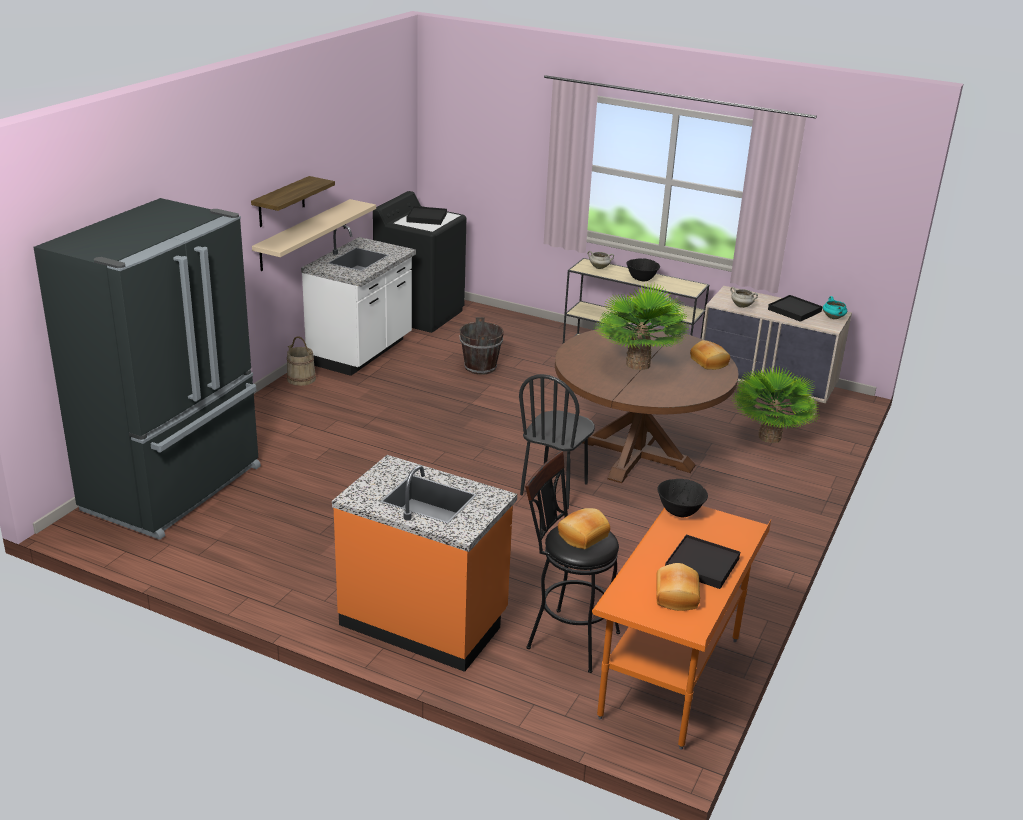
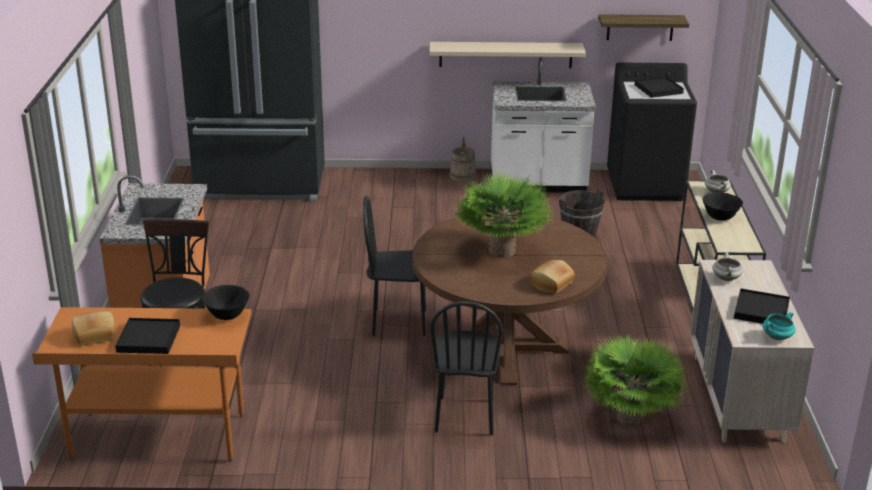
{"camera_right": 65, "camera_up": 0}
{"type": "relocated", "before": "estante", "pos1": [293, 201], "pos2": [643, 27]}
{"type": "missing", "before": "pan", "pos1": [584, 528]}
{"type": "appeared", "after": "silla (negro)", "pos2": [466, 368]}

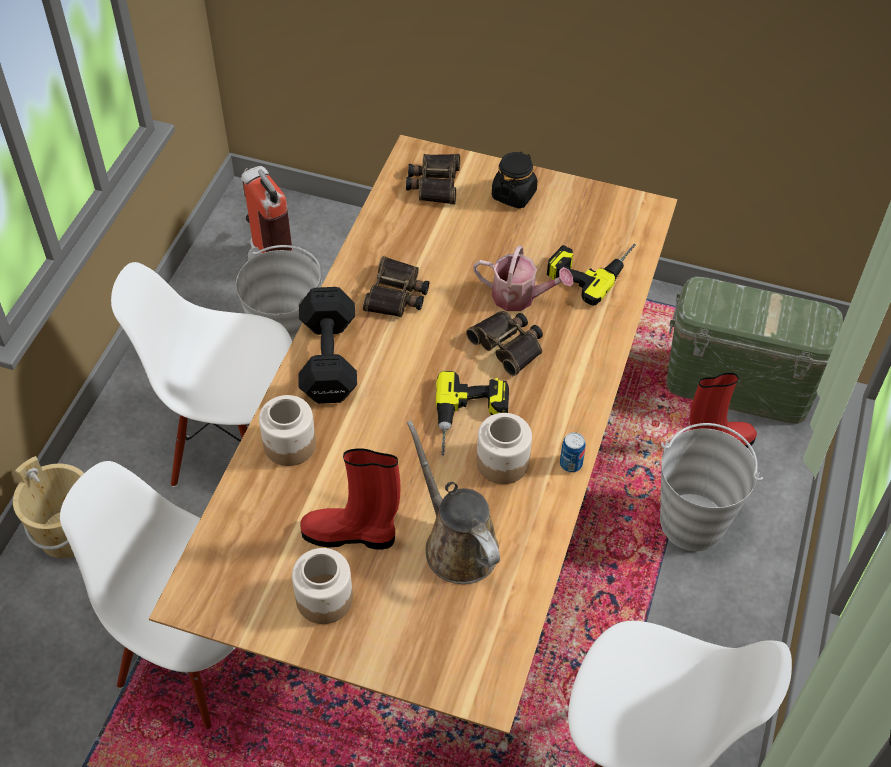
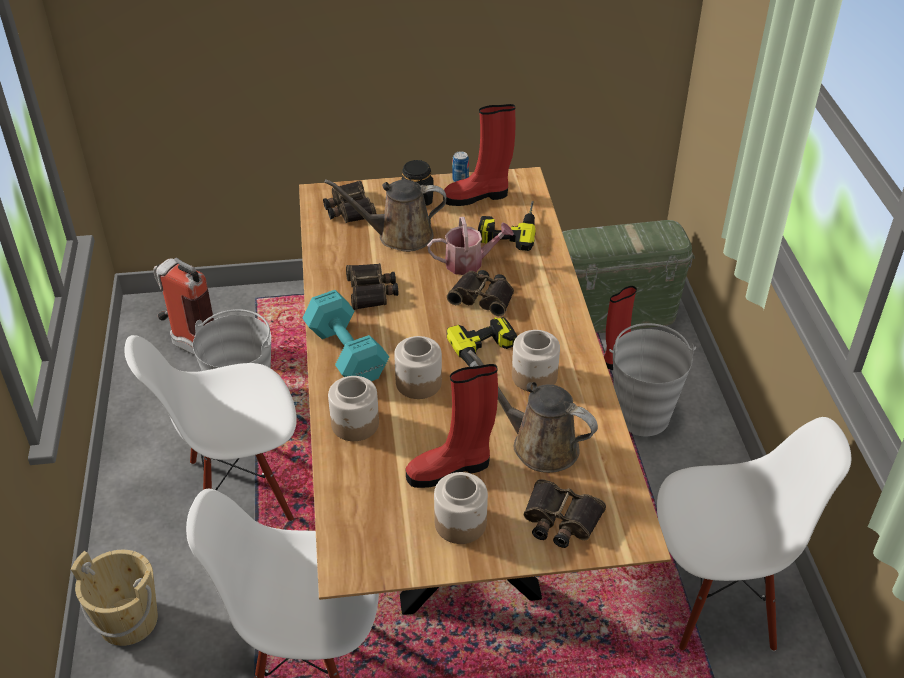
{"camera_right": -25, "camera_up": -10}
{"type": "colour", "before": "mancuerna (negro)", "after": "mancuerna (turquesa)", "pos1": [328, 345], "pos2": [346, 335]}
{"type": "relocated", "before": "lata", "pos1": [573, 452], "pos2": [460, 166]}
{"type": "appeared", "after": "regadera (marrón)", "pos2": [385, 215]}
{"type": "appeared", "after": "tarro", "pos2": [418, 367]}
{"type": "appeared", "after": "bota (rojo)", "pos2": [479, 155]}
{"type": "appeared", "after": "prismáticos", "pos2": [565, 513]}

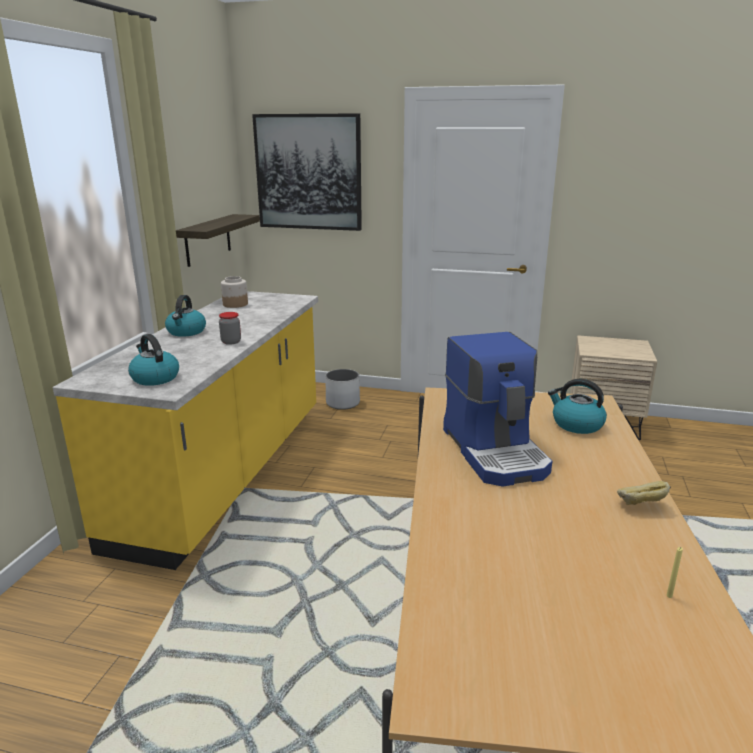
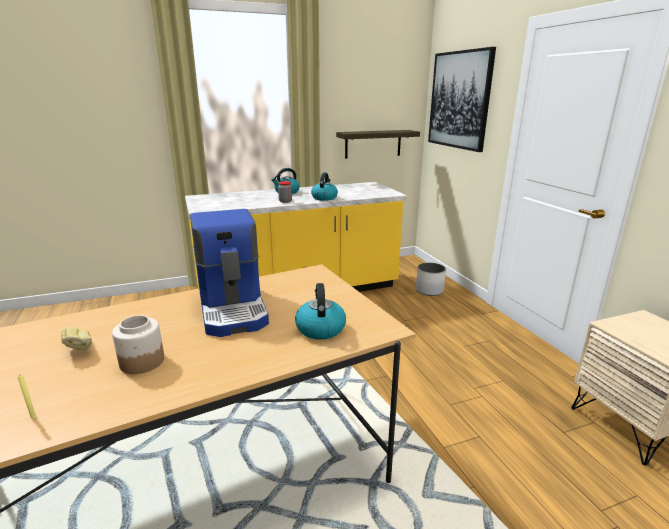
{"camera_right": 55, "camera_up": 0}
{"type": "relocated", "before": "hervidor", "pos1": [153, 360], "pos2": [324, 187]}
{"type": "relocated", "before": "tarro", "pos1": [234, 292], "pos2": [138, 344]}
{"type": "spun", "before": "cafetera", "pos1": [497, 409], "pos2": [229, 273], "turn": -60}
{"type": "relocated", "before": "pan", "pos1": [644, 493], "pos2": [76, 339]}

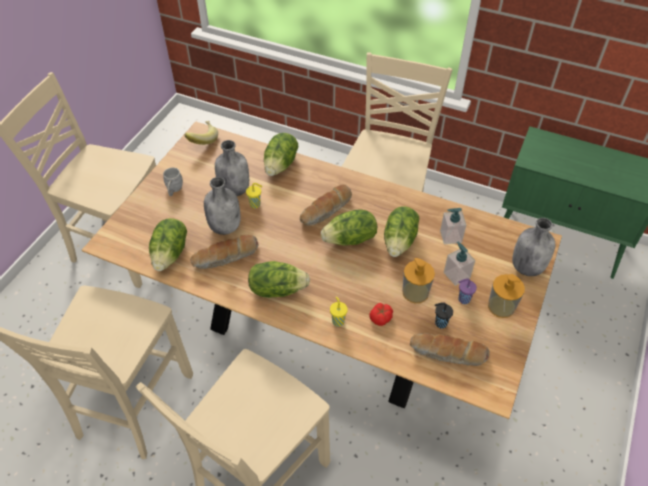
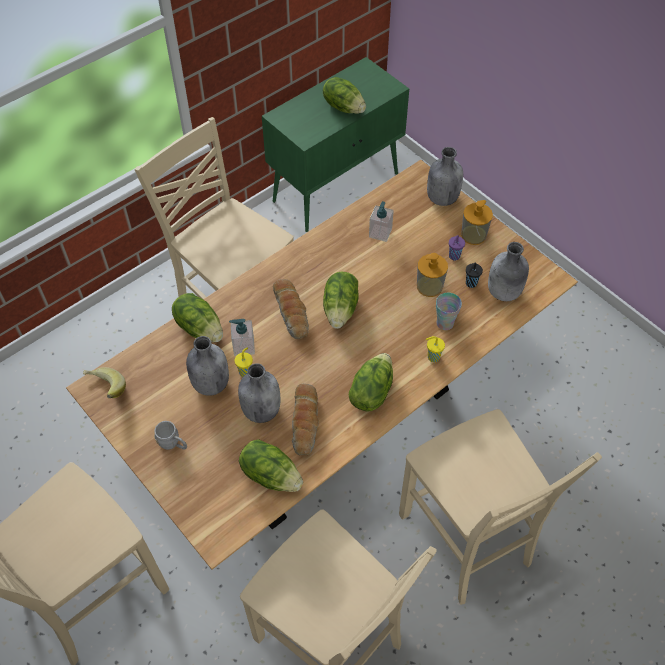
{"camera_right": -65, "camera_up": 5}
{"type": "exchanged", "before": "tomate", "after": "taza", "pos1": [381, 314], "pos2": [449, 311]}
{"type": "relocated", "before": "lechuga", "pos1": [401, 231], "pos2": [344, 95]}
{"type": "exchanged", "before": "pan", "after": "botella (gris)", "pos1": [450, 349], "pos2": [508, 271]}
{"type": "relocated", "before": "dispensador de jabón", "pos1": [459, 264], "pos2": [242, 337]}

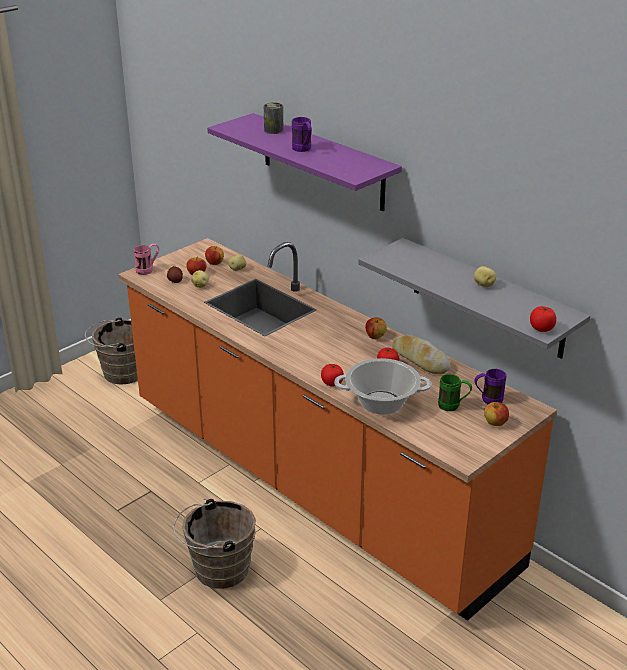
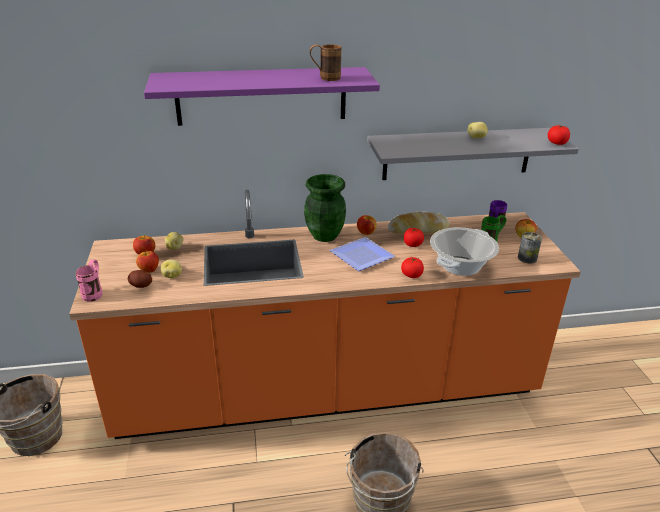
{"camera_right": -55, "camera_up": 0}
{"type": "relocated", "before": "lata", "pos1": [274, 118], "pos2": [530, 247]}
{"type": "missing", "before": "taza grande (morado)", "pos1": [302, 134]}
{"type": "appeared", "after": "florero (verde)", "pos2": [325, 208]}
{"type": "appeared", "after": "taza grande (marrón)", "pos2": [326, 62]}
{"type": "appeared", "after": "plato", "pos2": [362, 254]}

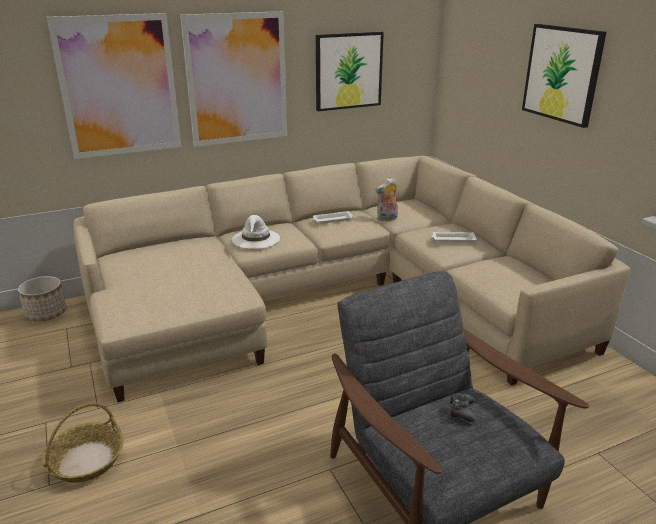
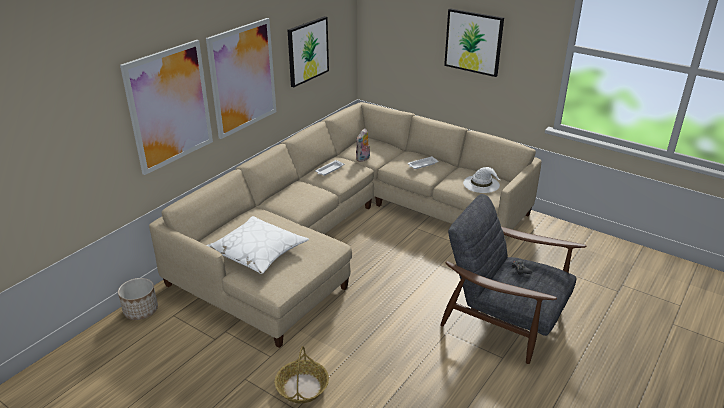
{"camera_right": -30, "camera_up": 5}
{"type": "relocated", "before": "sombrero (blanco)", "pos1": [256, 232], "pos2": [481, 180]}
{"type": "appeared", "after": "cojín (blanco)", "pos2": [258, 245]}

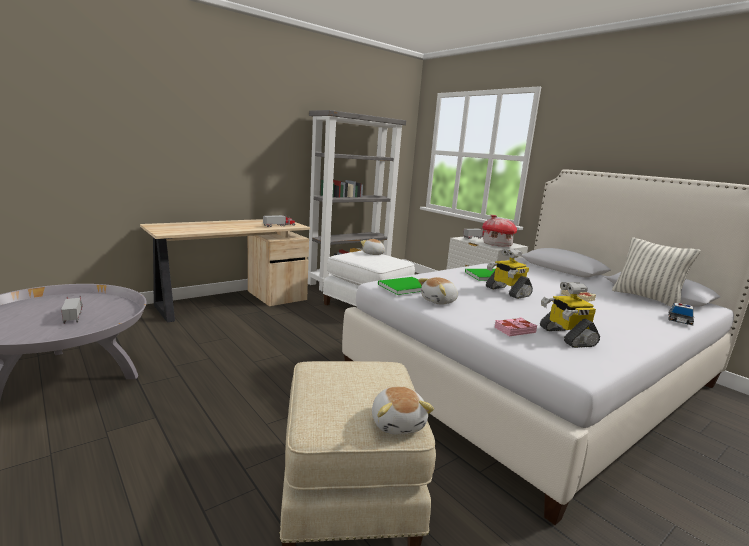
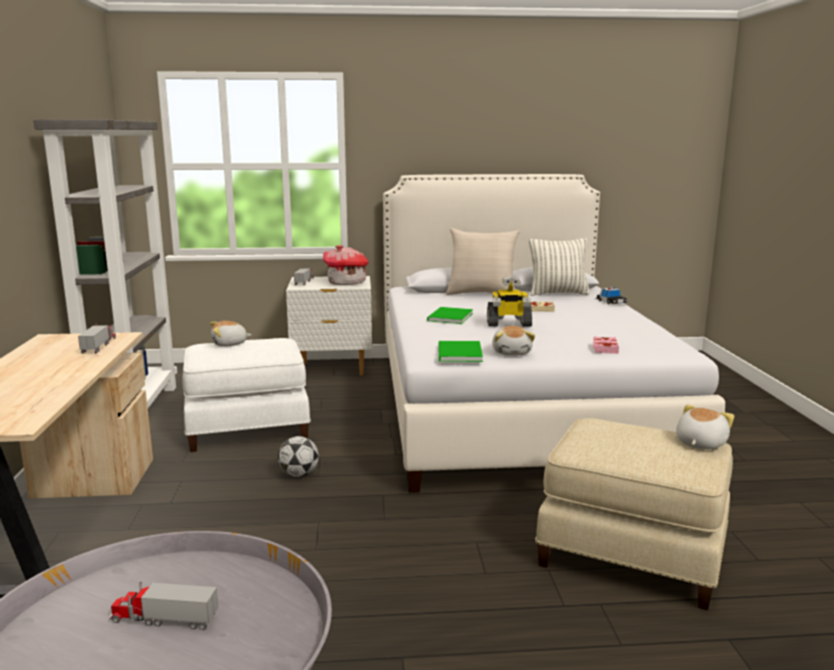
{"camera_right": -55, "camera_up": 0}
{"type": "spun", "before": "peluche", "pos1": [403, 410], "pos2": [705, 427], "turn": -75}
{"type": "missing", "before": "robot de juguete", "pos1": [570, 315]}
{"type": "appeared", "after": "balón de fútbol", "pos2": [298, 456]}
{"type": "appeared", "after": "cojín (beis)", "pos2": [483, 261]}

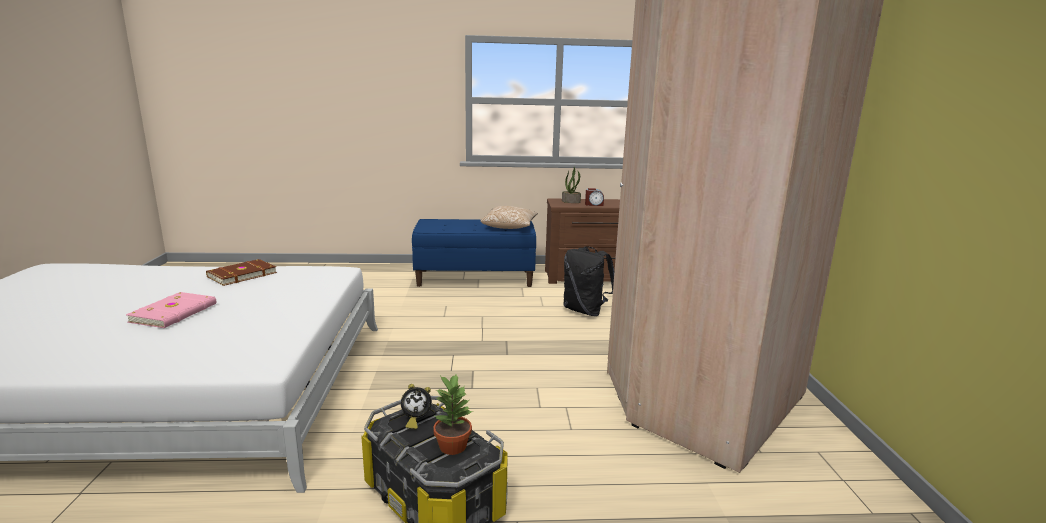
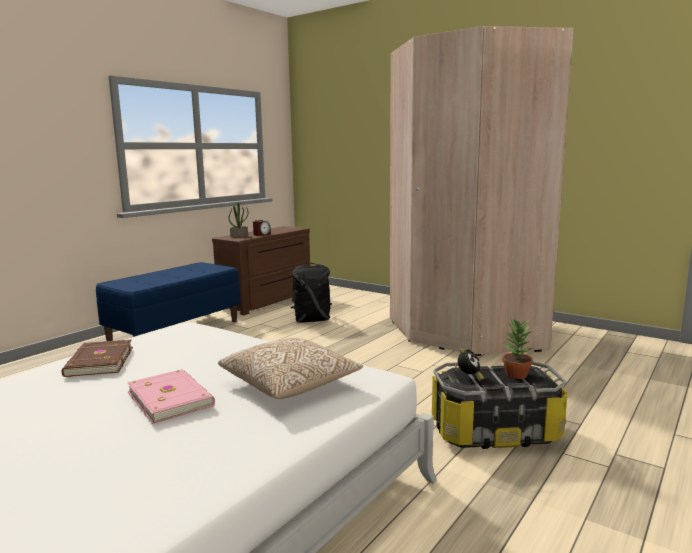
{"camera_right": -50, "camera_up": -5}
{"type": "relocated", "before": "cojín", "pos1": [509, 217], "pos2": [290, 368]}

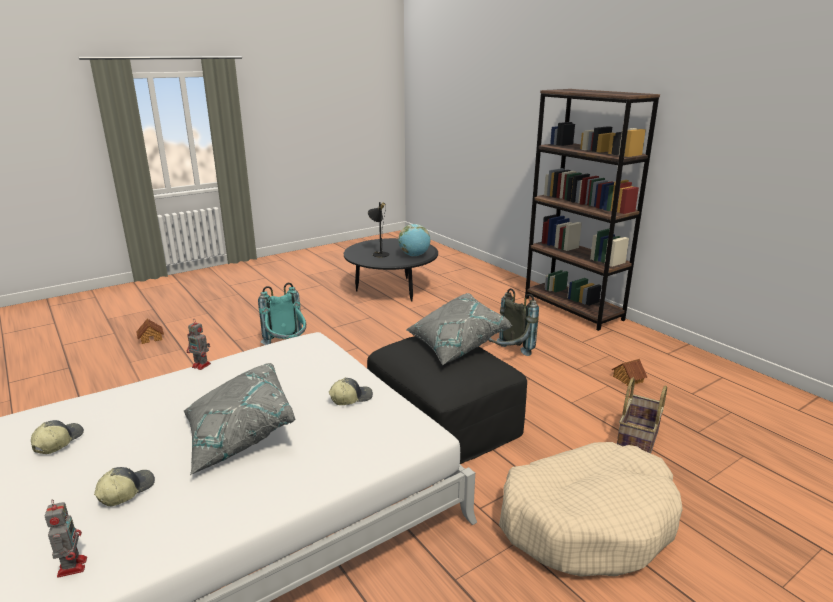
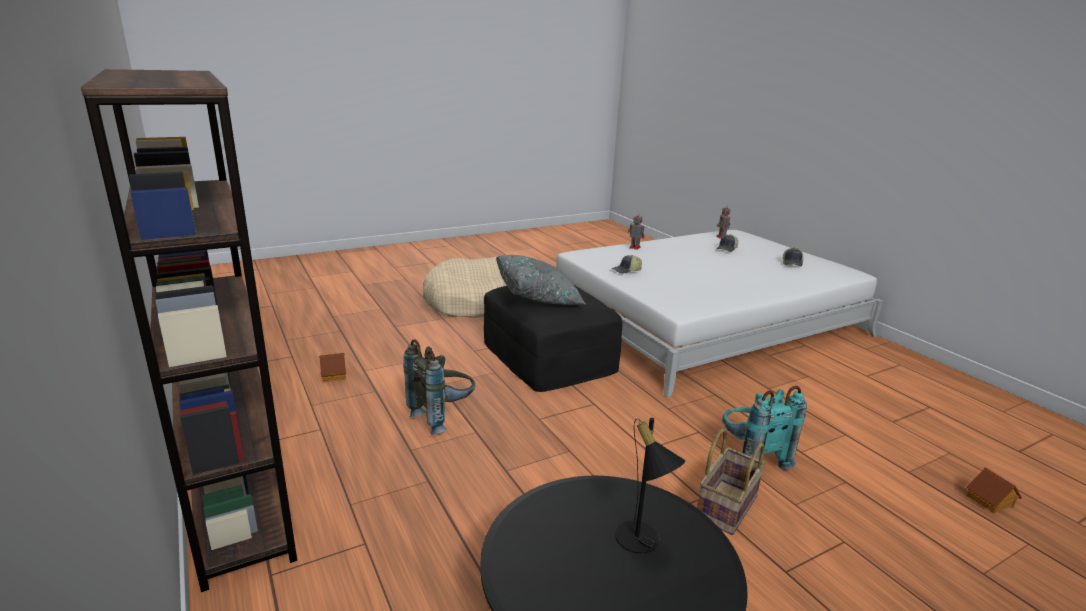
{"camera_right": -175, "camera_up": 0}
{"type": "missing", "before": "cojín (gris)", "pos1": [240, 419]}
{"type": "relocated", "before": "robot de juguete", "pos1": [199, 344], "pos2": [636, 231]}
{"type": "missing", "before": "globo terráqueo", "pos1": [414, 240]}
{"type": "relocated", "before": "cesta", "pos1": [642, 415], "pos2": [731, 481]}

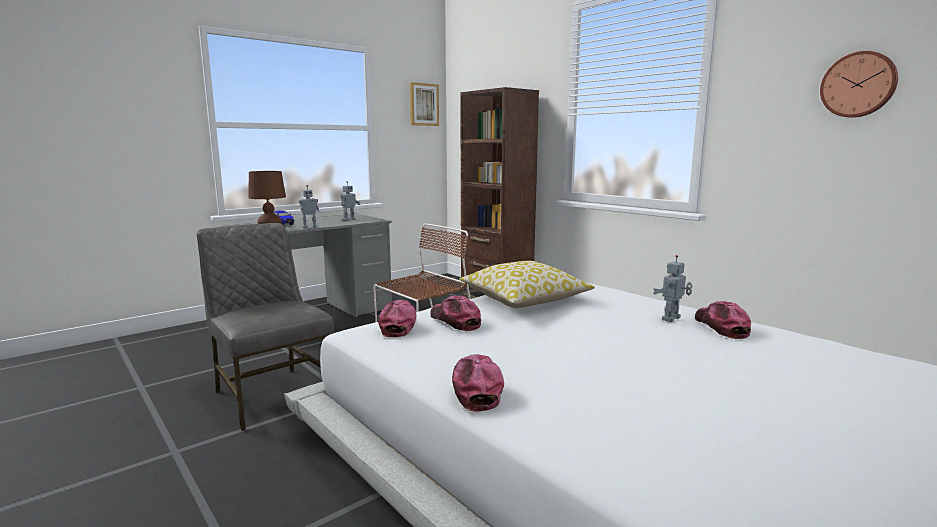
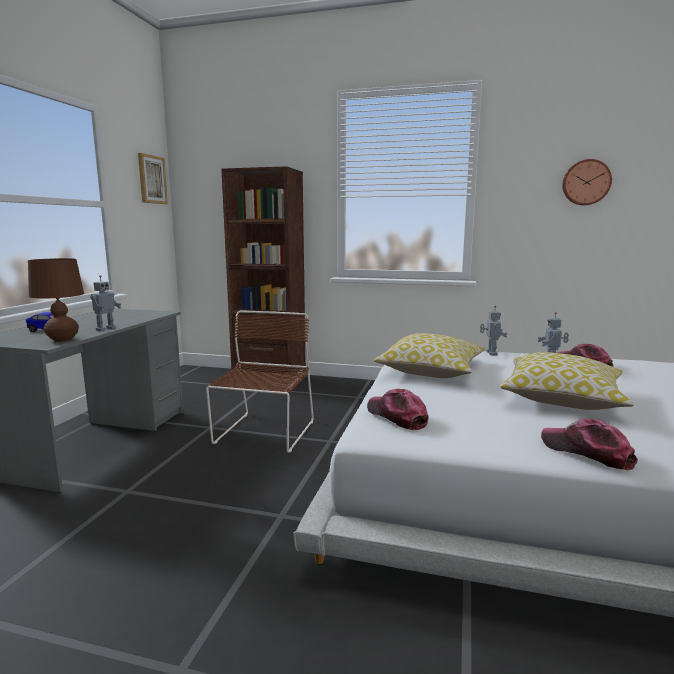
{"camera_right": -35, "camera_up": 0}
{"type": "missing", "before": "silla (gris)", "pos1": [265, 327]}
{"type": "relocated", "before": "robot de juguete", "pos1": [350, 201], "pos2": [494, 330]}
{"type": "missing", "before": "gorra", "pos1": [455, 313]}
{"type": "appeared", "after": "cojín", "pos2": [567, 381]}

